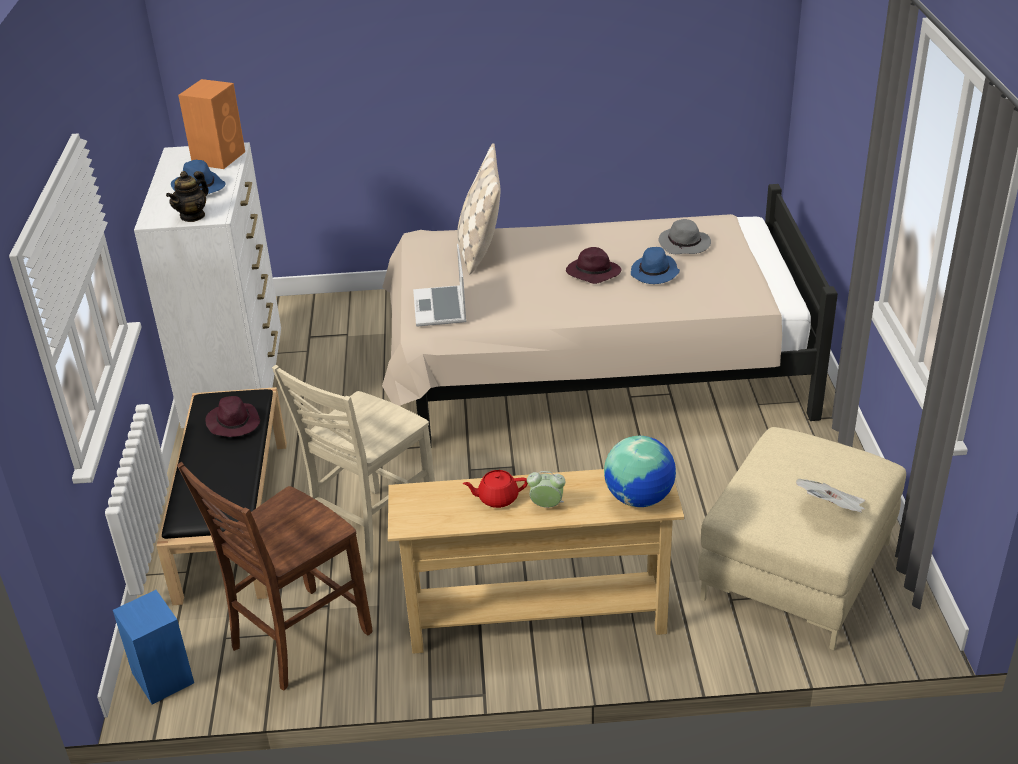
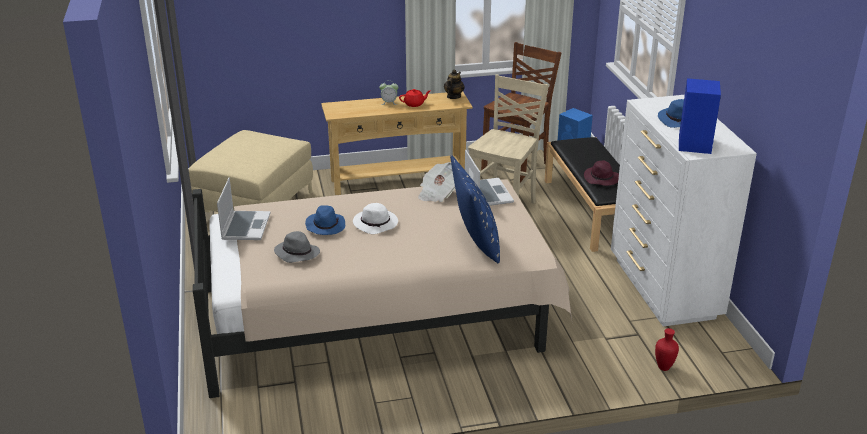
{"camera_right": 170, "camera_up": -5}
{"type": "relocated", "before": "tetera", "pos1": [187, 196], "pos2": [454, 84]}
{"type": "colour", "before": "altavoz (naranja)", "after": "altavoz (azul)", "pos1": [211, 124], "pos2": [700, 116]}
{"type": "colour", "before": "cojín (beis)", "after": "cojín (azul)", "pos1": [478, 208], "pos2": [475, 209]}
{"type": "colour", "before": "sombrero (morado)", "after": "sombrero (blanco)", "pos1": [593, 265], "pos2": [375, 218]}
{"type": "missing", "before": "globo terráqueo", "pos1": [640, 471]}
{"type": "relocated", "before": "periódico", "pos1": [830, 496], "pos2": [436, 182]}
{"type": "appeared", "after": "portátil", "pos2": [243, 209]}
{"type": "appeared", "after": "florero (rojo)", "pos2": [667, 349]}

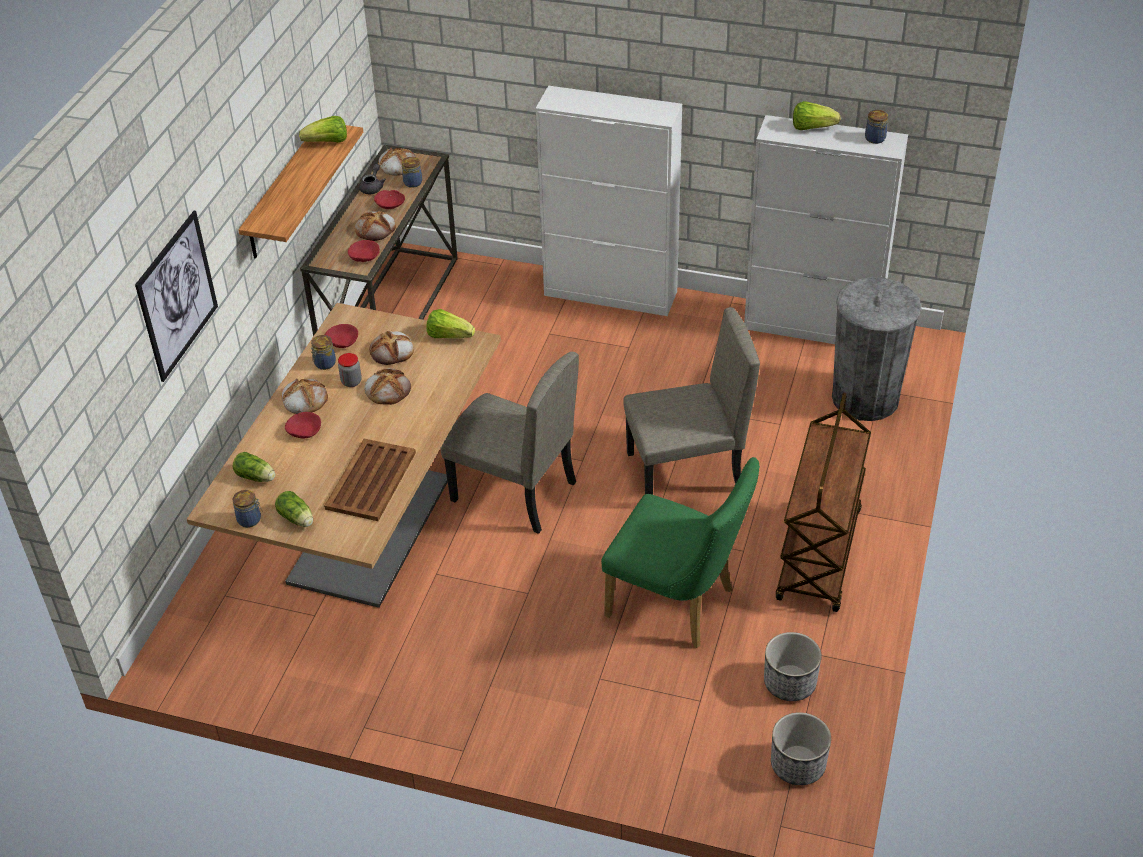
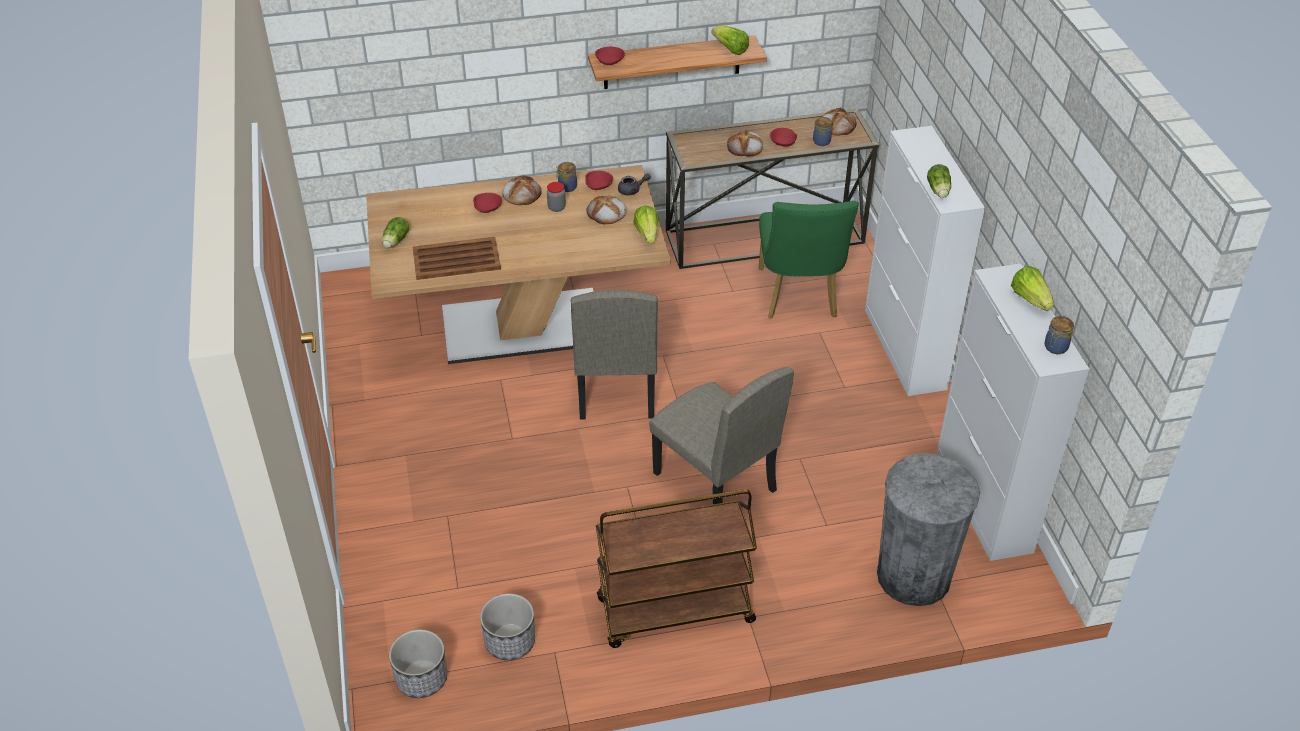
{"camera_right": 60, "camera_up": 0}
{"type": "missing", "before": "cuadro", "pos1": [176, 296]}
{"type": "relocated", "before": "lechuga", "pos1": [253, 467], "pos2": [939, 181]}
{"type": "missing", "before": "tarro", "pos1": [247, 509]}
{"type": "relocated", "before": "cuenco (rojo)", "pos1": [364, 251], "pos2": [610, 56]}
{"type": "relocated", "before": "tetera (gris)", "pos1": [372, 179], "pos2": [634, 184]}
{"type": "missing", "before": "pan", "pos1": [387, 387]}
{"type": "relocated", "before": "silla (verde)", "pos1": [680, 552], "pos2": [809, 259]}

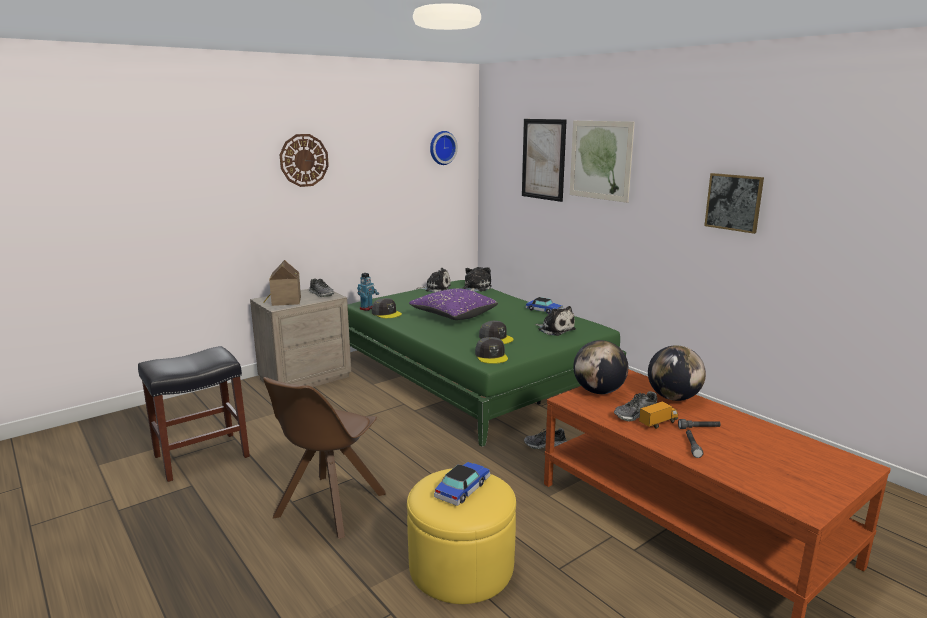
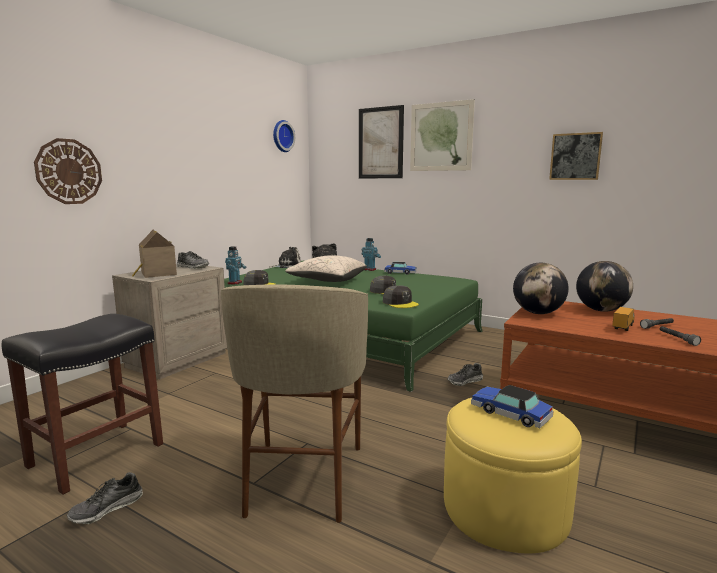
{"camera_right": -20, "camera_up": -5}
{"type": "exchanged", "before": "silla (marrón)", "after": "taburete (beis)", "pos1": [324, 458], "pos2": [294, 403]}
{"type": "relocated", "before": "reloj de pared", "pos1": [304, 160], "pos2": [68, 171]}
{"type": "colour", "before": "cojín (morado)", "after": "cojín (beis)", "pos1": [453, 304], "pos2": [326, 268]}
{"type": "spun", "before": "coche de juguete", "pos1": [462, 484], "pos2": [512, 406], "turn": -60}
{"type": "missing", "before": "peluche", "pos1": [555, 321]}
{"type": "relocated", "before": "zapato", "pos1": [635, 406], "pos2": [105, 498]}
{"type": "appeared", "after": "robot de juguete", "pos2": [371, 254]}

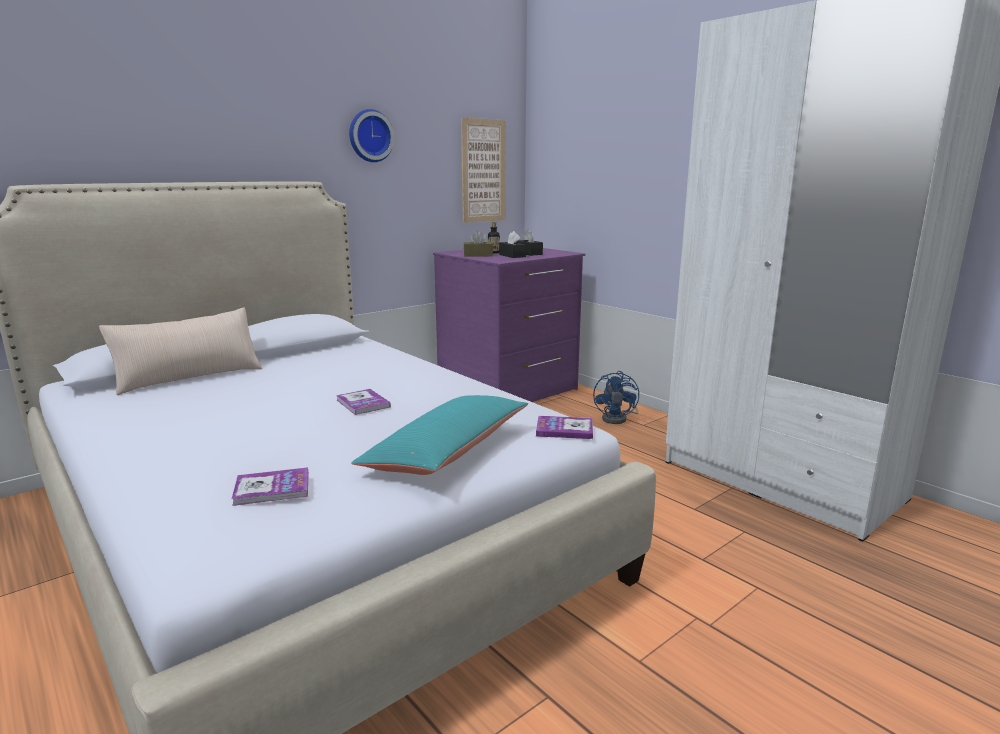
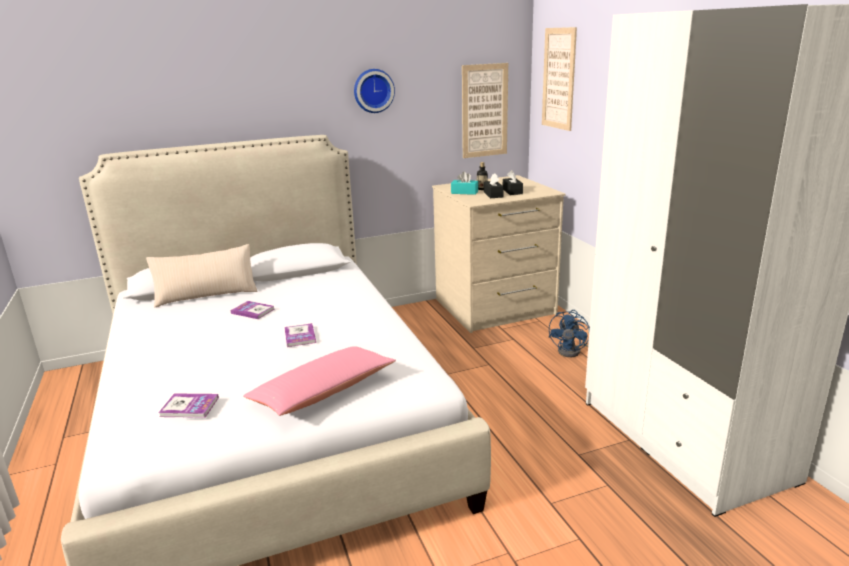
{"camera_right": 20, "camera_up": 5}
{"type": "colour", "before": "cojín (turquesa)", "after": "cojín (rosa)", "pos1": [439, 435], "pos2": [319, 381]}
{"type": "colour", "before": "cómoda (morado)", "after": "cómoda (beis)", "pos1": [509, 325], "pos2": [499, 254]}
{"type": "colour", "before": "caja de pañuelos (marrón)", "after": "caja de pañuelos (turquesa)", "pos1": [478, 244], "pos2": [464, 183]}
{"type": "relocated", "before": "libro", "pos1": [564, 427], "pos2": [252, 310]}
{"type": "appeared", "after": "cuadro", "pos2": [559, 79]}

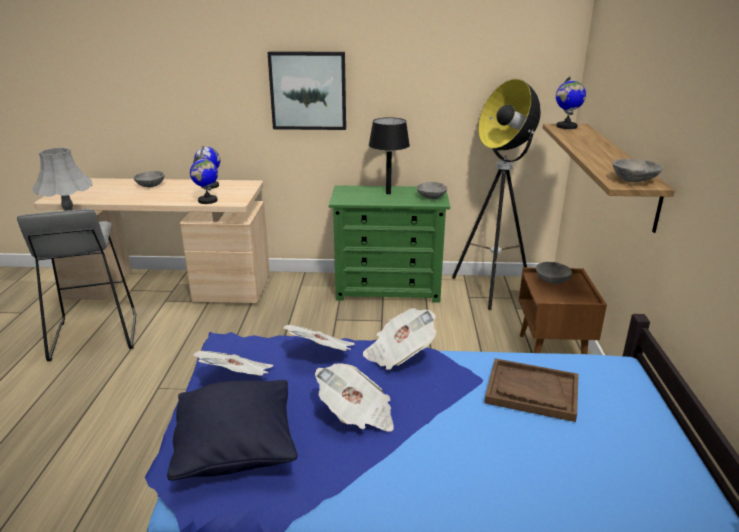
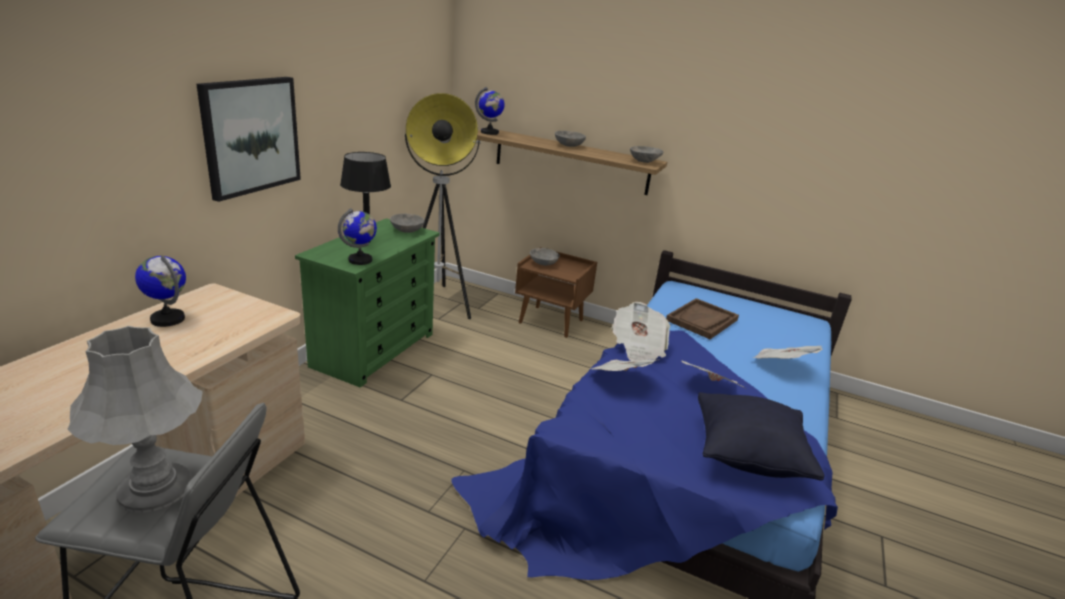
{"camera_right": -70, "camera_up": 0}
{"type": "relocated", "before": "cuenco (gris)", "pos1": [149, 179], "pos2": [570, 139]}
{"type": "relocated", "before": "globo terráqueo", "pos1": [204, 179], "pos2": [357, 236]}
{"type": "relocated", "before": "periódico", "pos1": [233, 363], "pos2": [787, 352]}

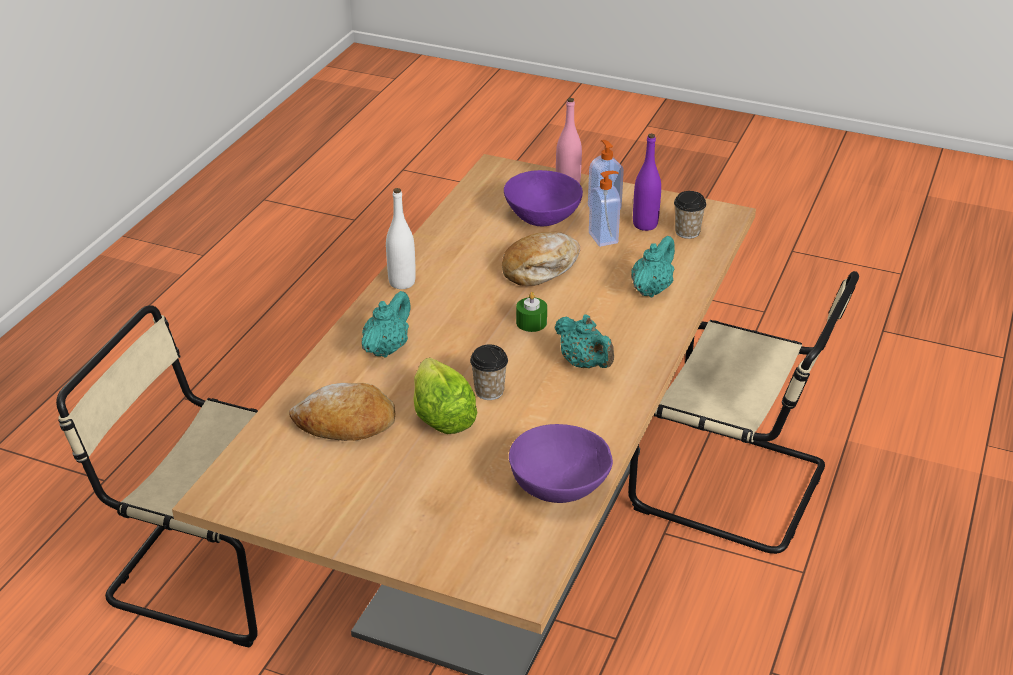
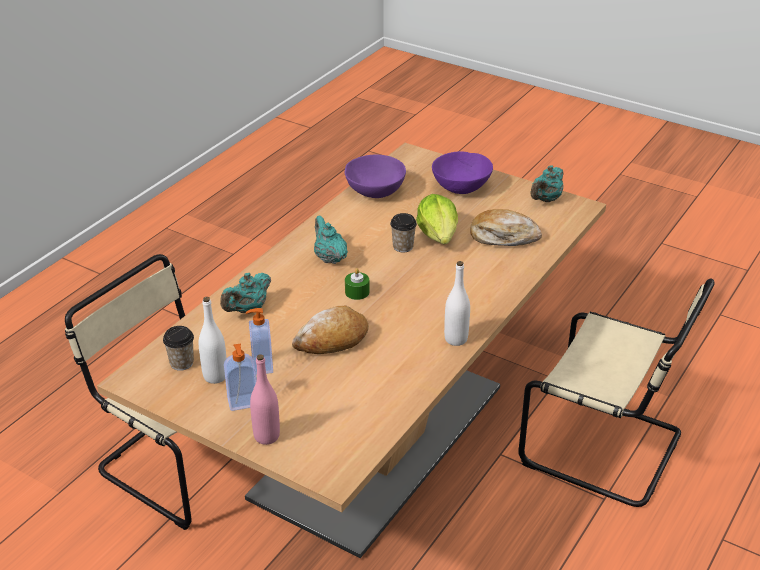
{"camera_right": -170, "camera_up": 0}
{"type": "relocated", "before": "tetera (turquesa)", "pos1": [386, 324], "pos2": [547, 183]}
{"type": "relocated", "before": "cuenco (morado)", "pos1": [543, 198], "pos2": [462, 172]}
{"type": "colour", "before": "botella (morado)", "after": "botella (blanco)", "pos1": [647, 182], "pos2": [213, 340]}

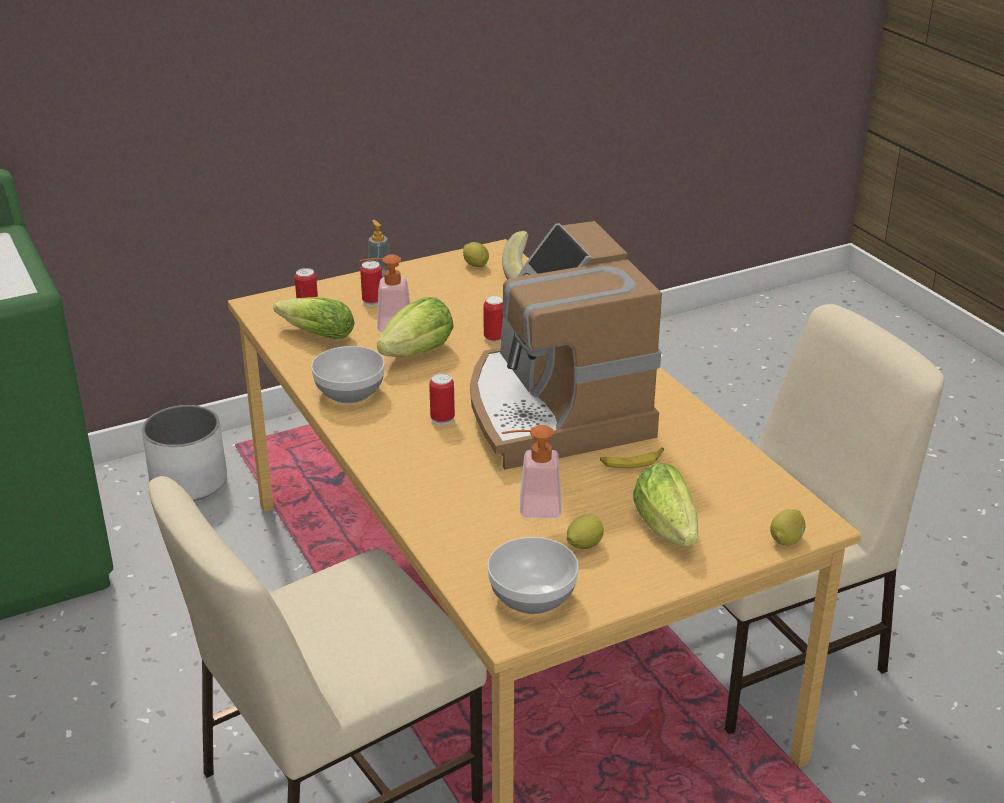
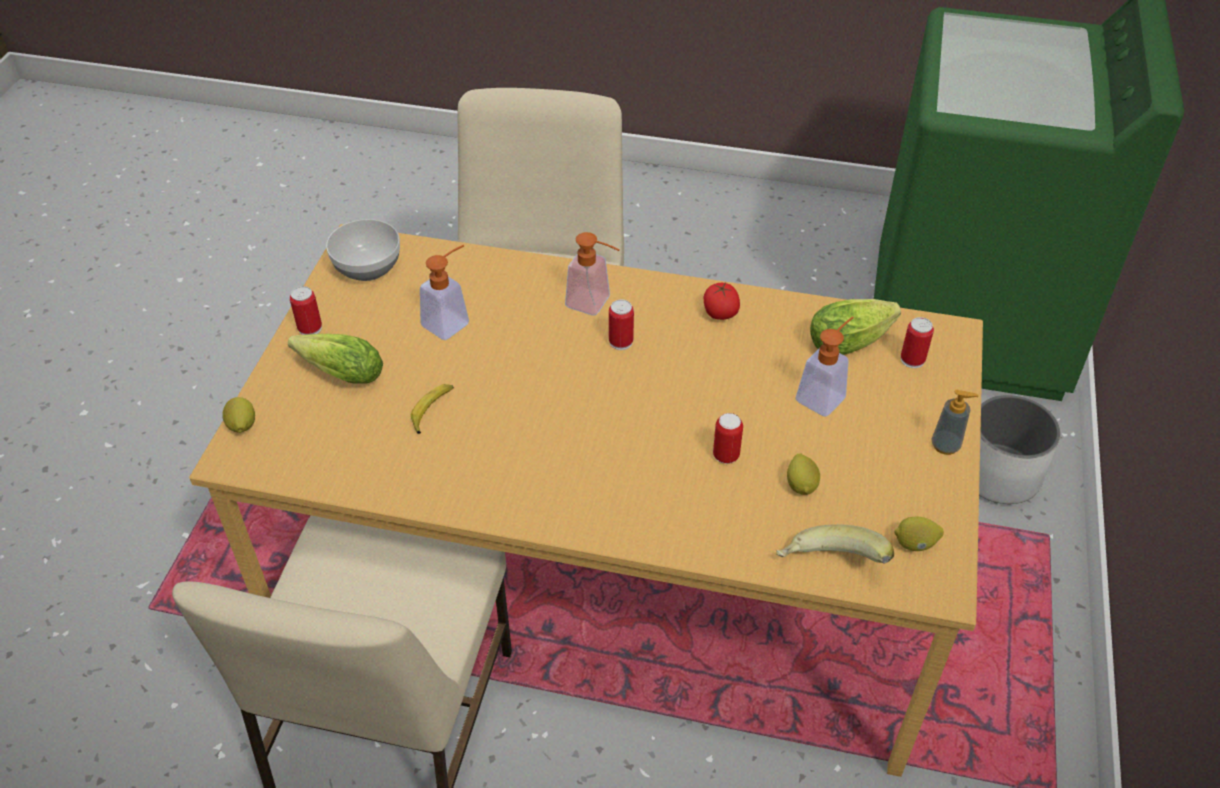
{"camera_right": 130, "camera_up": 15}
{"type": "exchanged", "before": "cuenco", "after": "tomate", "pos1": [348, 375], "pos2": [722, 301]}
{"type": "relocated", "before": "lata", "pos1": [371, 283], "pos2": [306, 310]}
{"type": "missing", "before": "lechuga", "pos1": [415, 327]}
{"type": "missing", "before": "cafetera", "pos1": [566, 345]}
{"type": "relocated", "before": "limón", "pos1": [585, 531], "pos2": [803, 474]}
{"type": "appeared", "after": "dispensador de jabón", "pos2": [592, 273]}

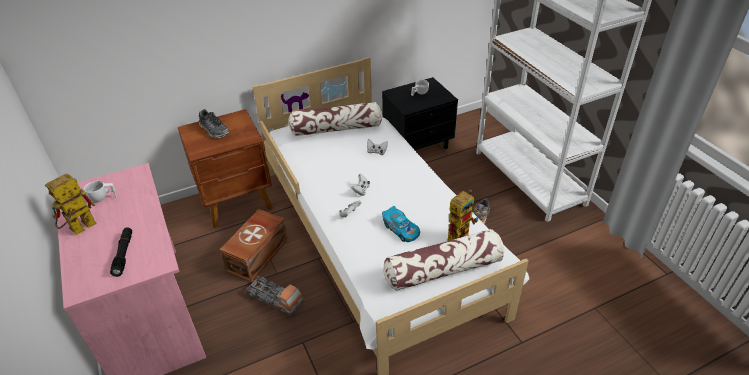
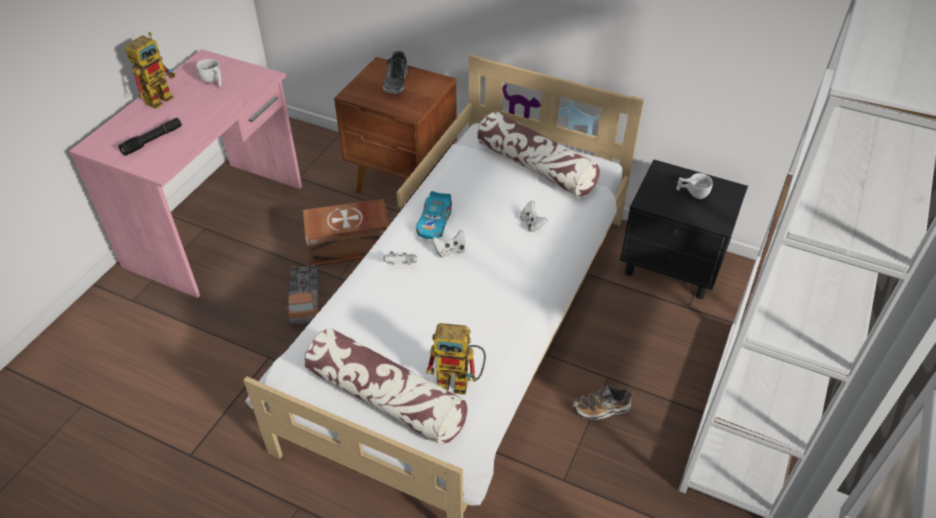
{"camera_right": 50, "camera_up": 5}
{"type": "spun", "before": "robot de juguete", "pos1": [71, 204], "pos2": [150, 70], "turn": 120}
{"type": "relocated", "before": "coche de juguete", "pos1": [401, 224], "pos2": [434, 215]}

